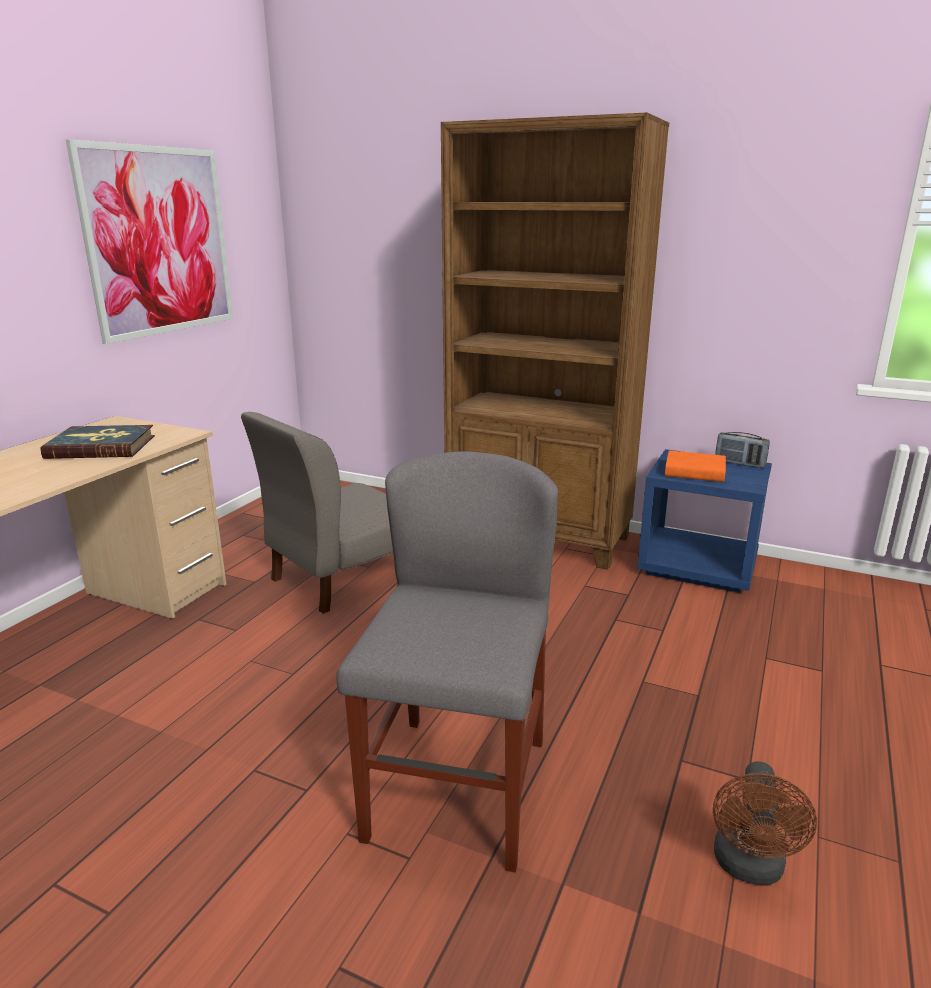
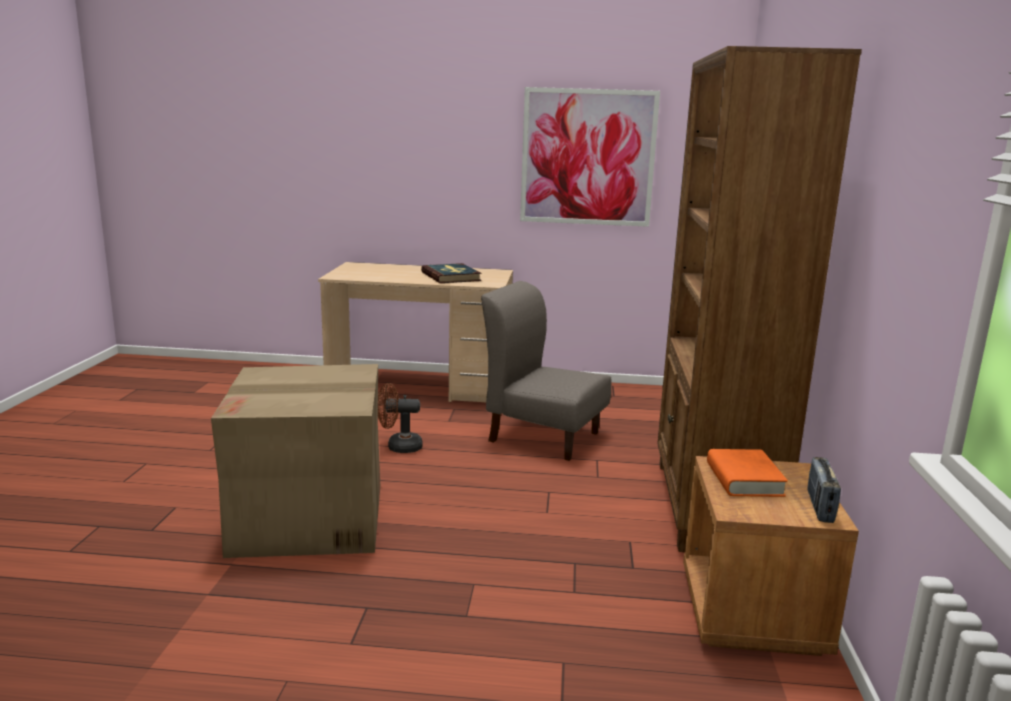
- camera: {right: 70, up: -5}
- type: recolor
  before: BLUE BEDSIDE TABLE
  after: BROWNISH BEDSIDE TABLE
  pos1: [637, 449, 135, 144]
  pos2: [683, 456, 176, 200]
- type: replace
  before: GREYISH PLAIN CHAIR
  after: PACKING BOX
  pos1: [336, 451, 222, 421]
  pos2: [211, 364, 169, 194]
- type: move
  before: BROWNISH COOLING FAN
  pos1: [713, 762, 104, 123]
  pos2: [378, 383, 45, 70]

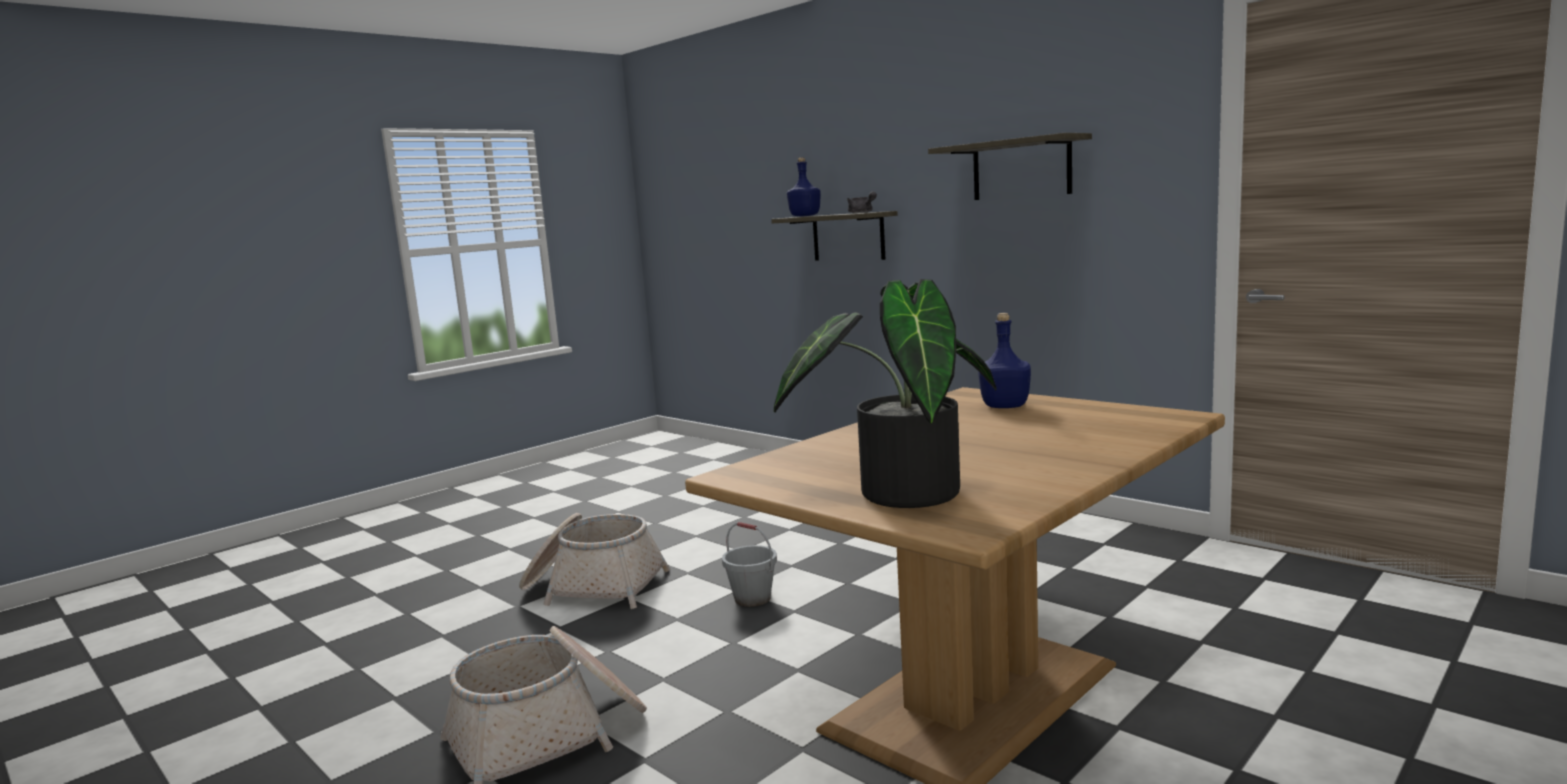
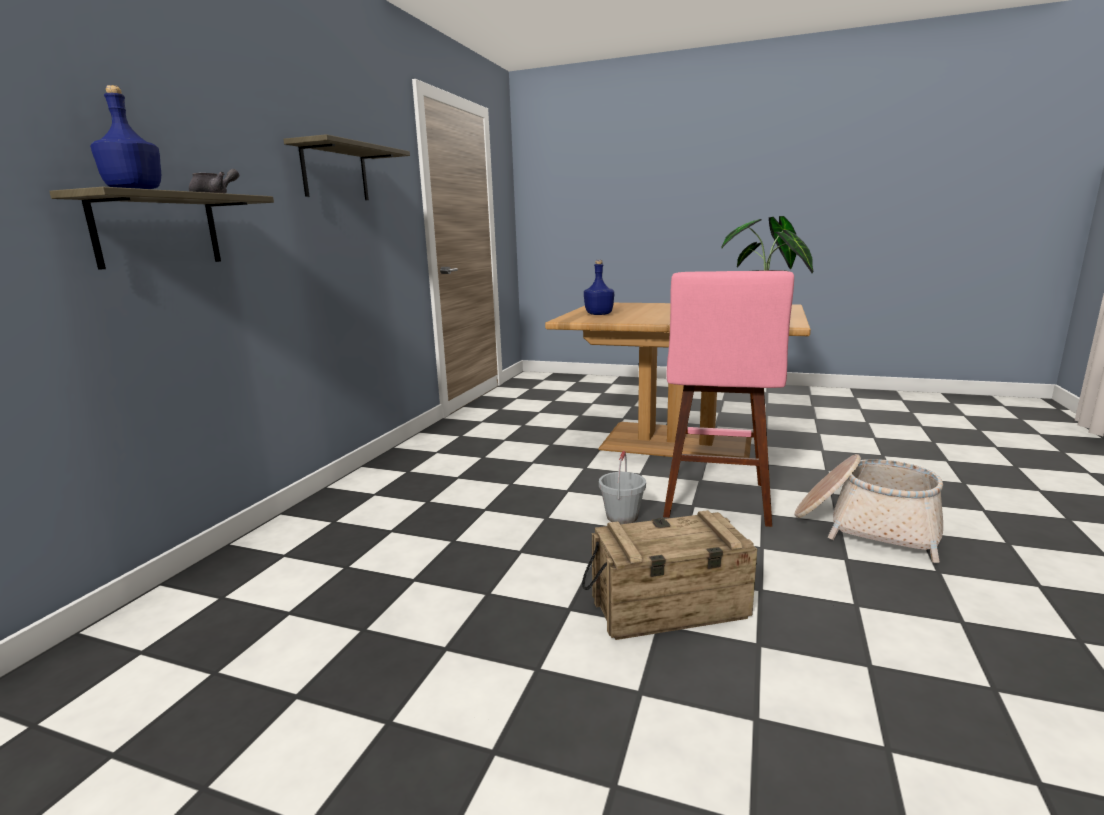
- camera: {right: -115, up: 5}
- type: replace
  before: STORAGE BASKET
  after: SHIPPING CRATE
  pos1: [519, 513, 151, 96]
  pos2: [582, 510, 175, 130]
- type: insert
  after: PINK-COLOURED STOOL SEAT
  pos2: [663, 271, 131, 256]

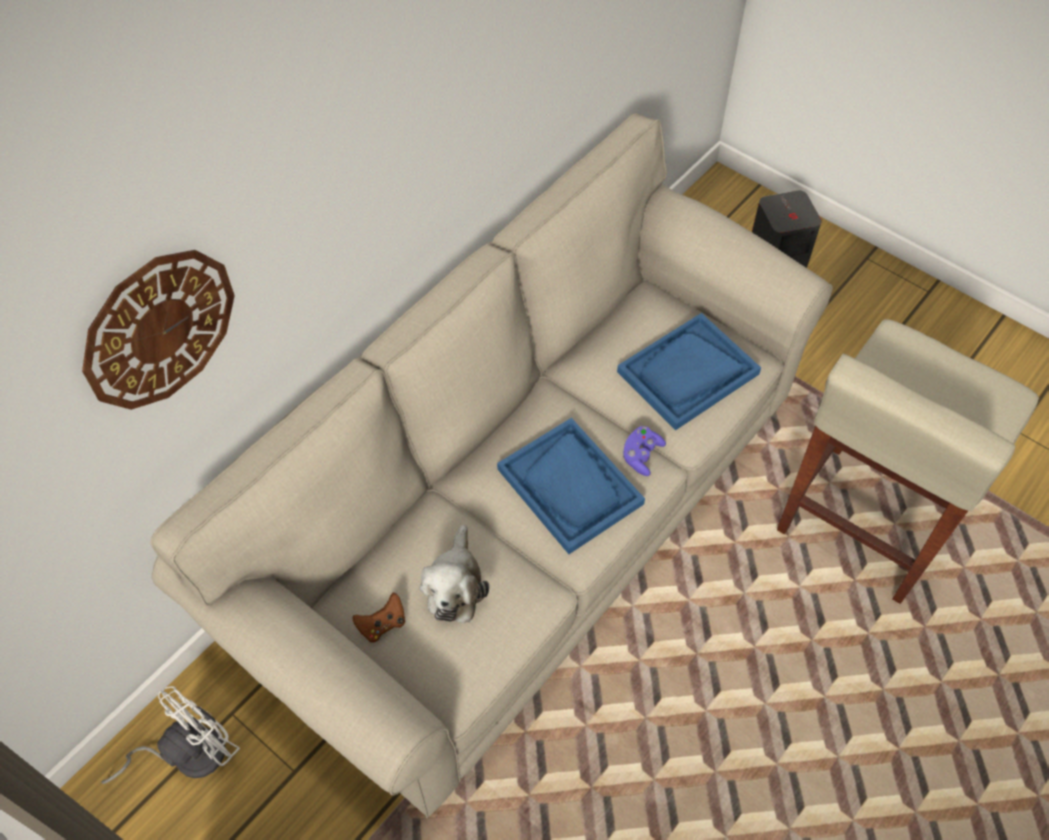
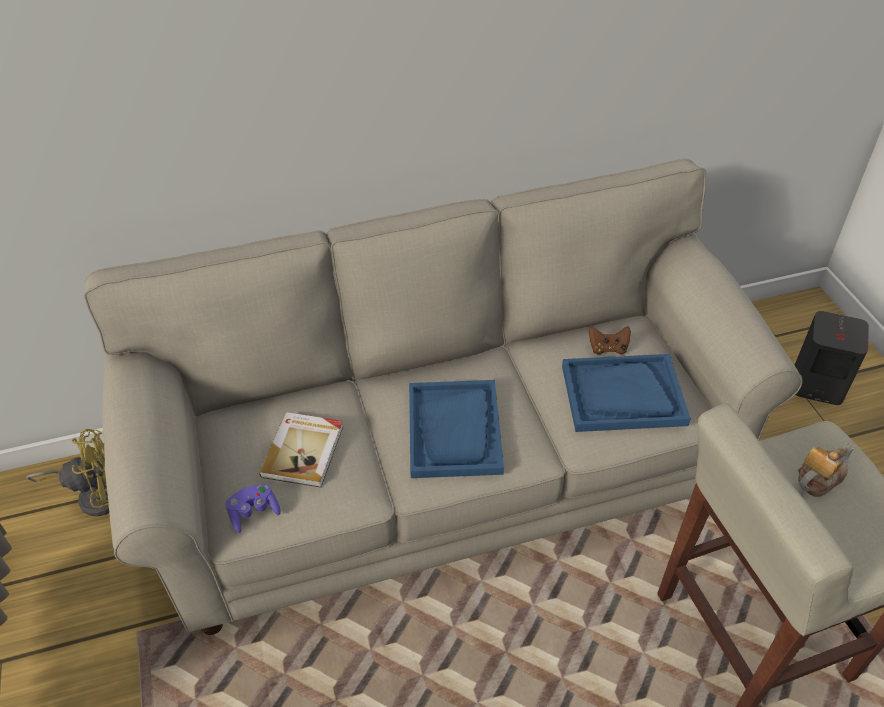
- camera: {right: 35, up: -10}
- type: delete
  before: WALL CLOCK
  pos1: [82, 250, 153, 160]
- type: move
  before: PURPLE GAME CONTROLLER
  pos1: [622, 426, 44, 50]
  pos2: [225, 484, 56, 49]
- type: replace
  before: PLUSH TOY
  after: VOLUME
  pos1: [420, 525, 69, 98]
  pos2: [259, 412, 84, 76]
- type: move
  before: BROWNISH GAME CONTROLLER
  pos1: [352, 592, 53, 51]
  pos2: [589, 326, 42, 29]
- type: recolor
  before: WHITE-COLOURED COOLING FAN
  after: YELLOW-COLOURED COOLING FAN
  pos1: [101, 686, 139, 98]
  pos2: [26, 429, 83, 87]
- type: insert
  after: TEA POT
  pos2: [798, 443, 57, 54]

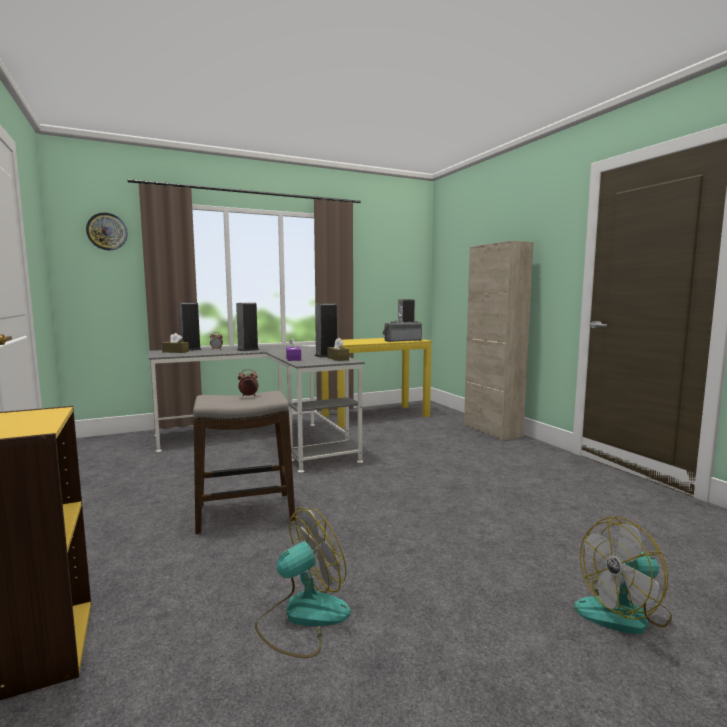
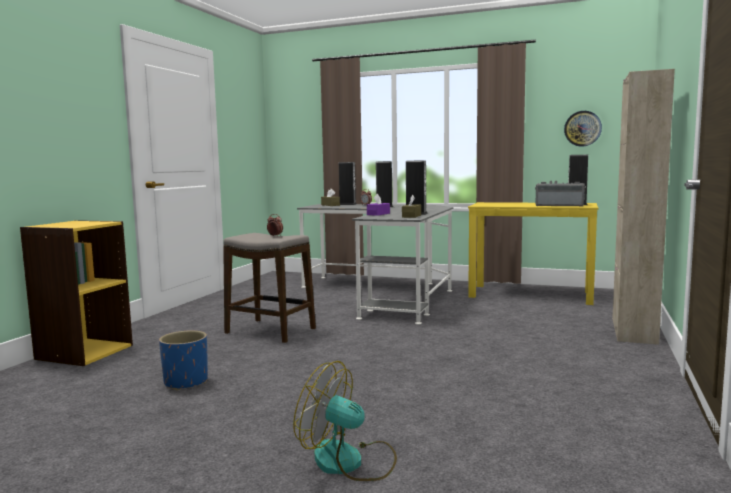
- camera: {right: 45, up: 0}
- type: move
  before: WALL CLOCK
  pos1: [86, 213, 42, 37]
  pos2: [564, 111, 38, 36]
- type: replace
  before: COOLING FAN
  after: BLUE PLANT POT
  pos1: [255, 507, 96, 151]
  pos2: [159, 331, 49, 60]

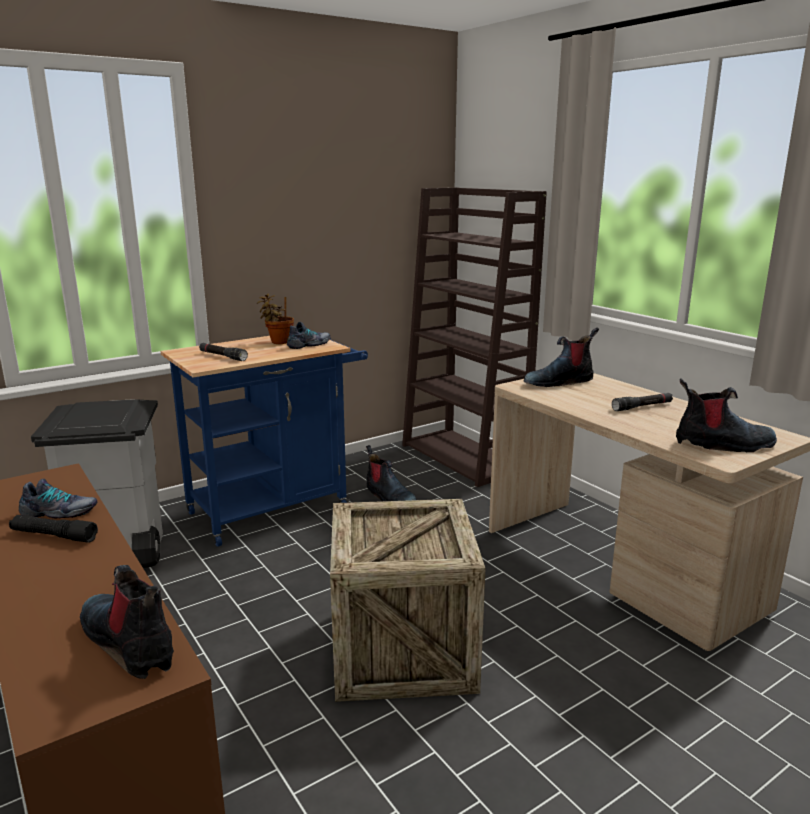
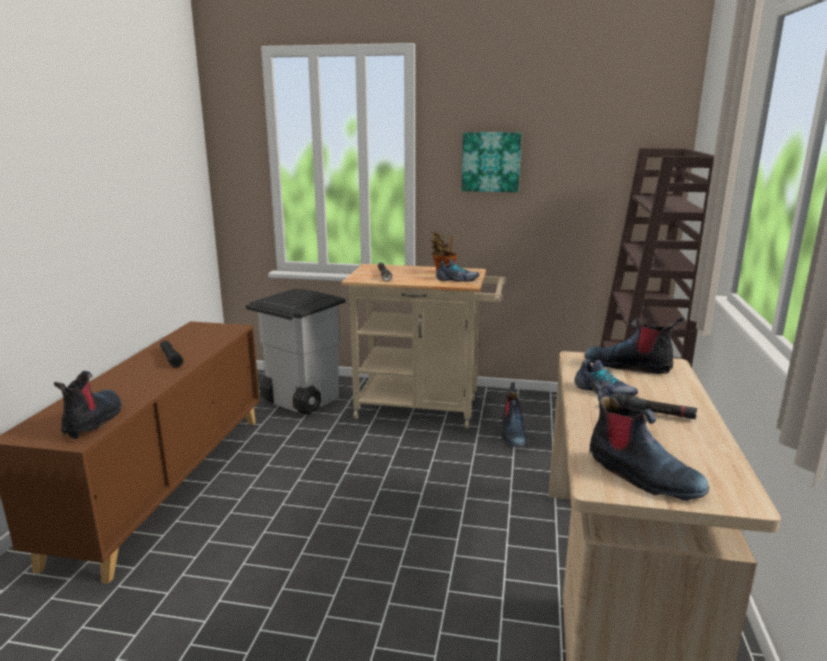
- camera: {right: 45, up: 0}
- type: recolor
  before: BLUE WHEELED CART
  after: BEIGE-COLOURED WHEELED CART
  pos1: [160, 336, 208, 211]
  pos2: [341, 264, 165, 165]
- type: move
  before: ITEM OF FOOTWEAR
  pos1: [19, 479, 78, 40]
  pos2: [574, 359, 64, 39]
- type: delete
  before: SHIPPING CRATE
  pos1: [330, 499, 156, 203]
- type: insert
  after: WALL PICTURE
  pos2: [462, 132, 60, 60]

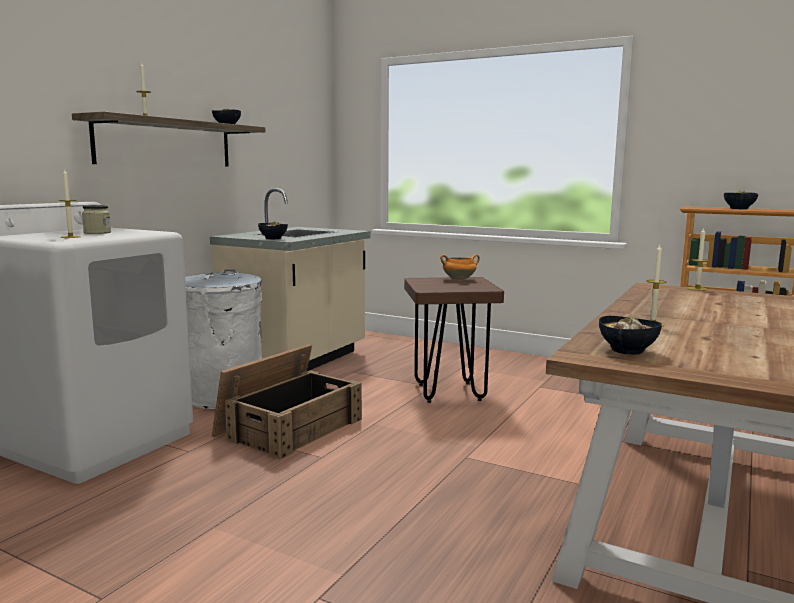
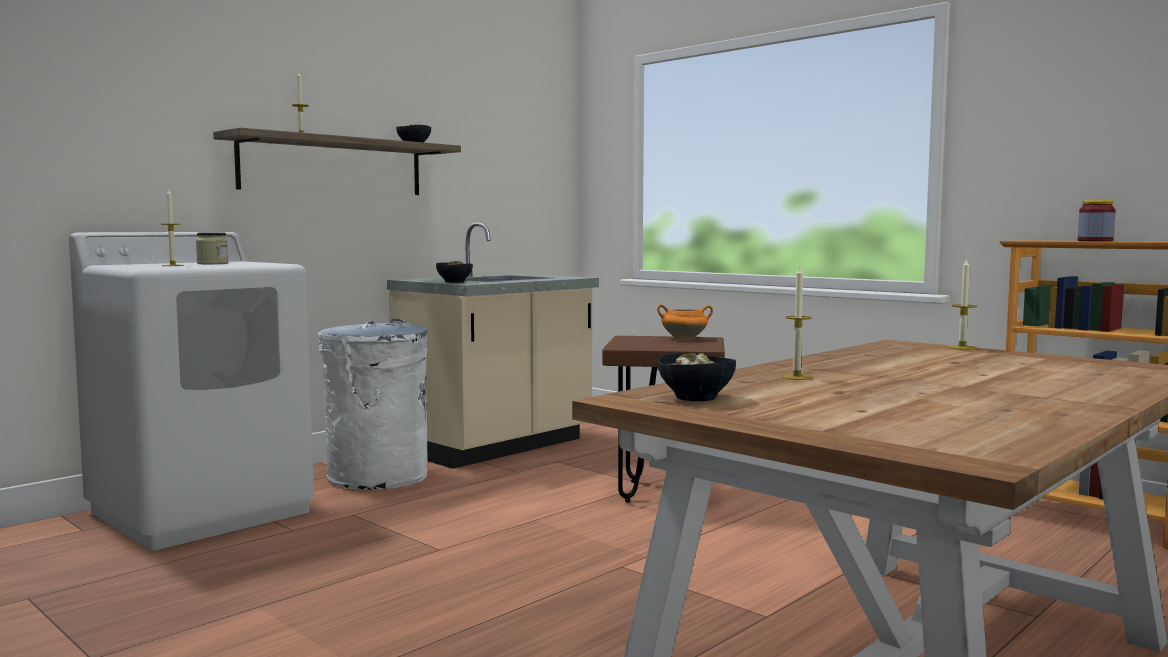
- camera: {right: 15, up: -5}
- type: replace
  before: SERVING BOWL
  after: JAR
  pos1: [724, 191, 34, 18]
  pos2: [1078, 200, 37, 41]
- type: delete
  before: SHIPPING CRATE
  pos1: [212, 344, 150, 116]

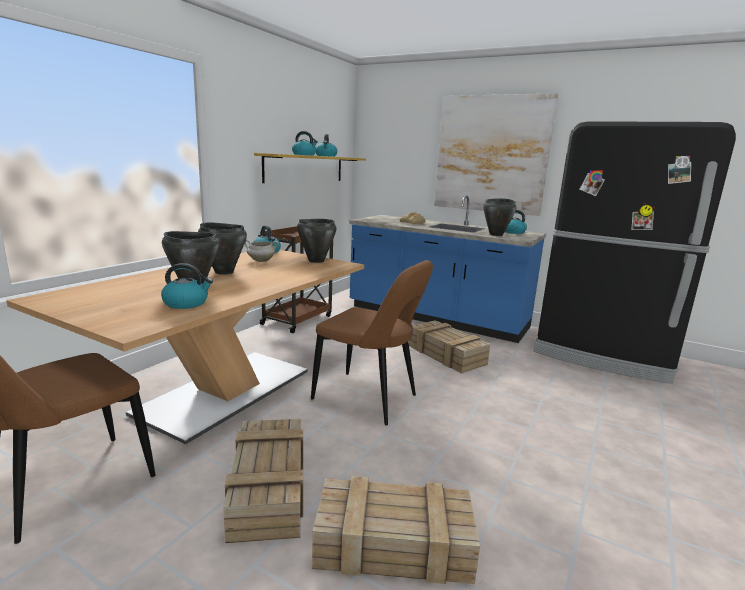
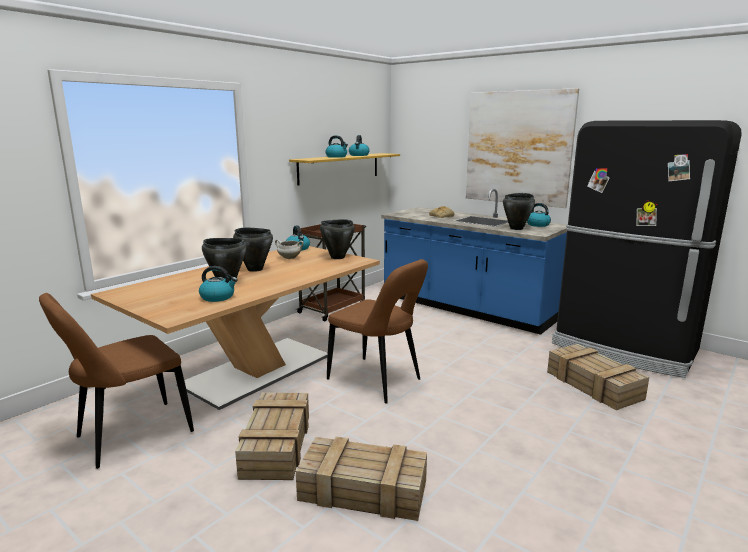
- camera: {right: 10, up: 0}
- type: move
  before: SHIPPING CRATE
  pos1: [408, 320, 82, 53]
  pos2: [547, 344, 102, 66]

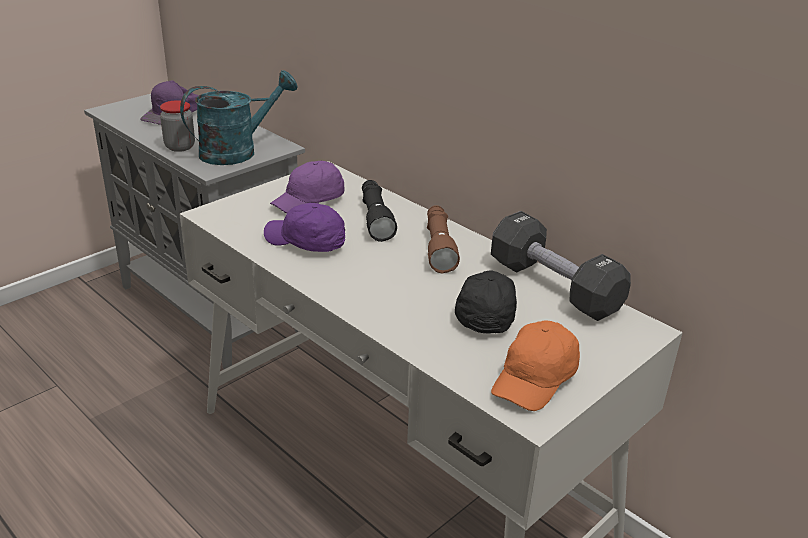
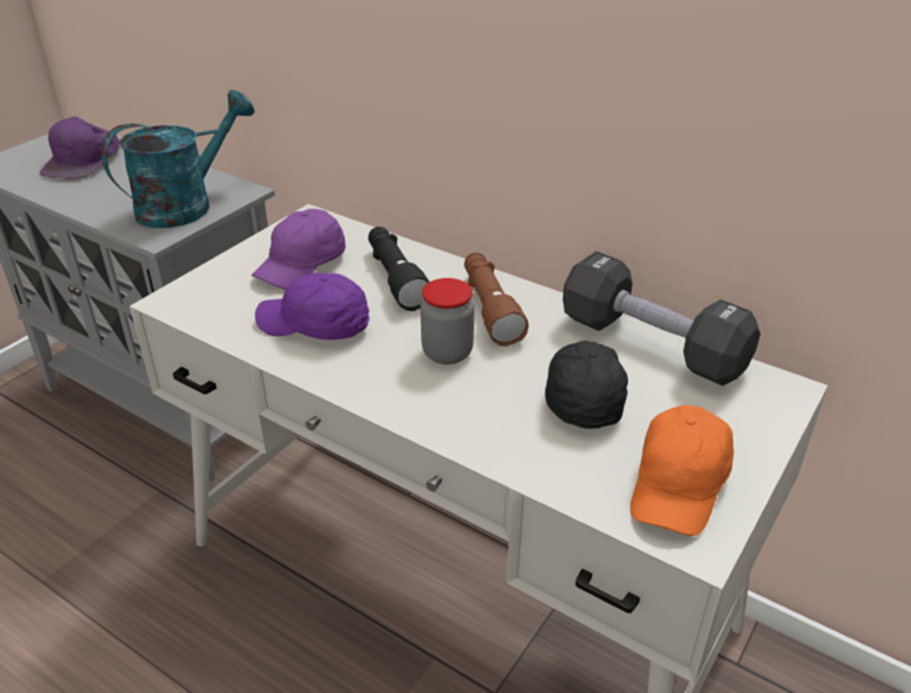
- camera: {right: -10, up: 5}
- type: move
  before: JAR
  pos1: [160, 100, 35, 52]
  pos2: [420, 278, 54, 87]

